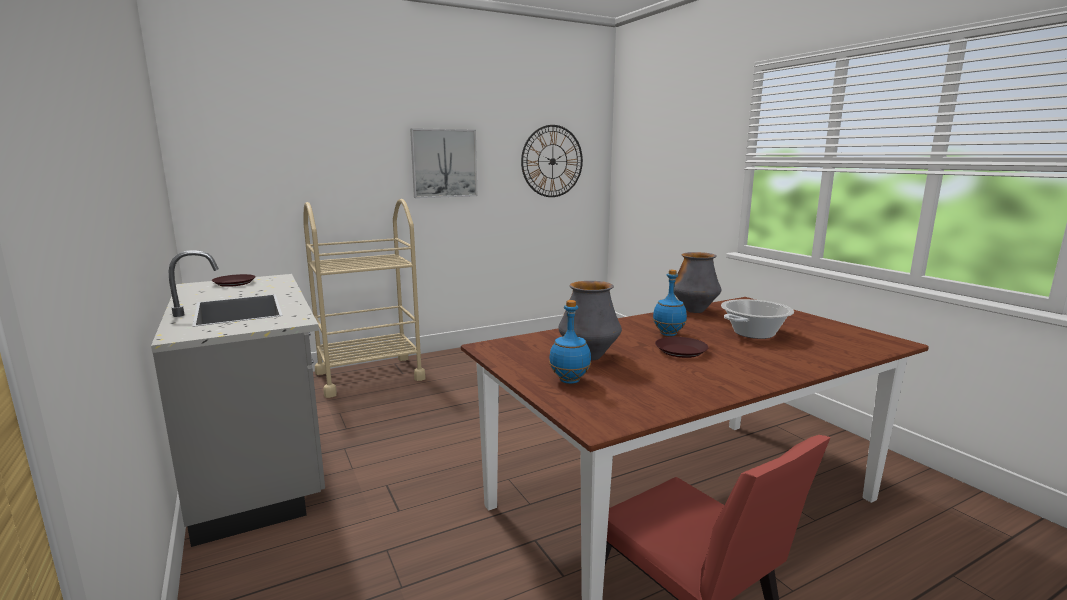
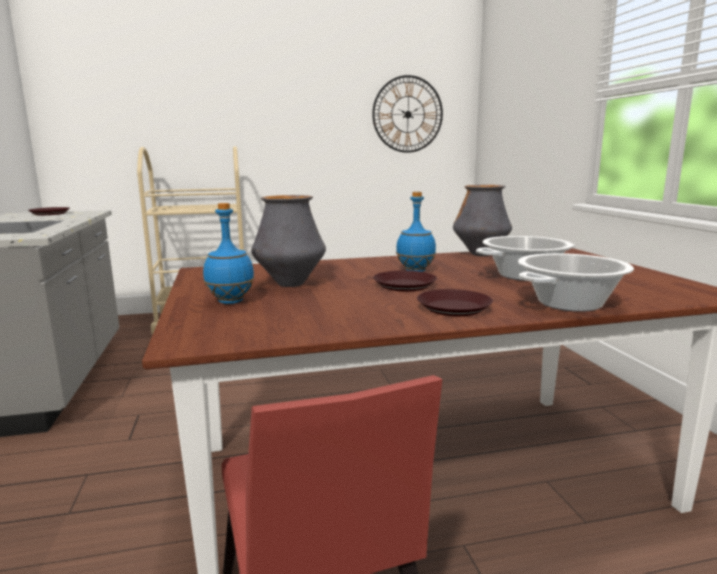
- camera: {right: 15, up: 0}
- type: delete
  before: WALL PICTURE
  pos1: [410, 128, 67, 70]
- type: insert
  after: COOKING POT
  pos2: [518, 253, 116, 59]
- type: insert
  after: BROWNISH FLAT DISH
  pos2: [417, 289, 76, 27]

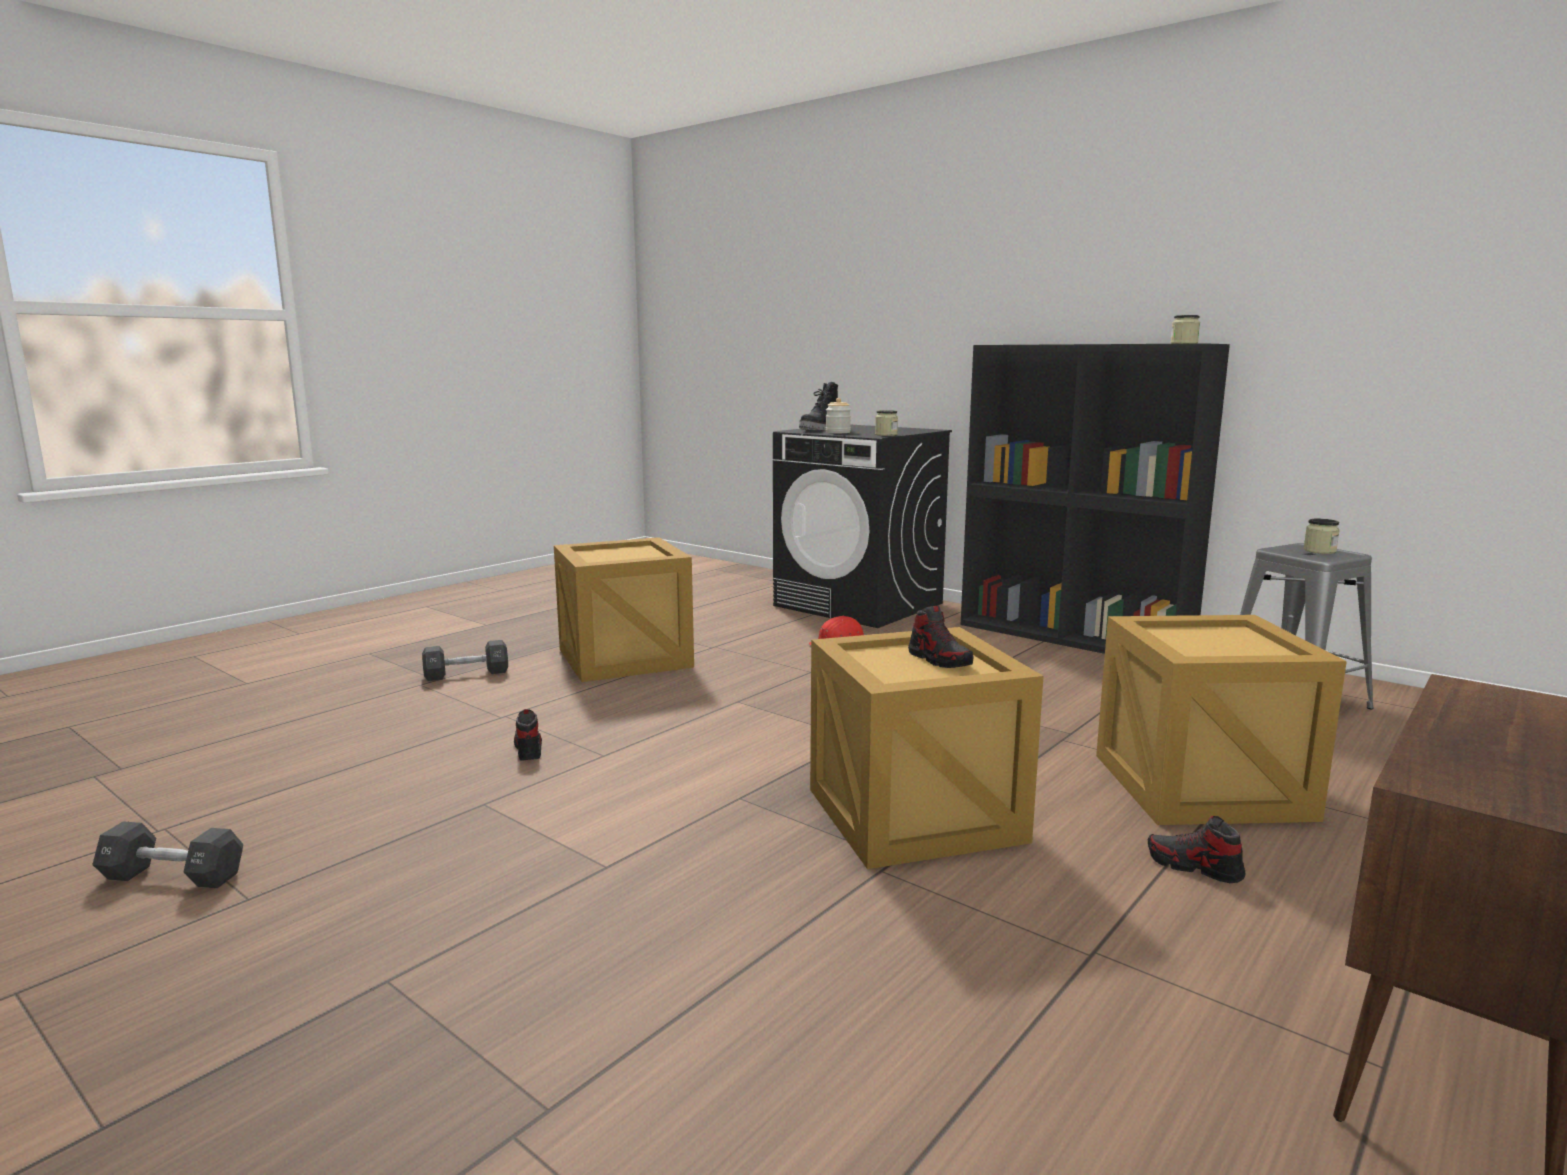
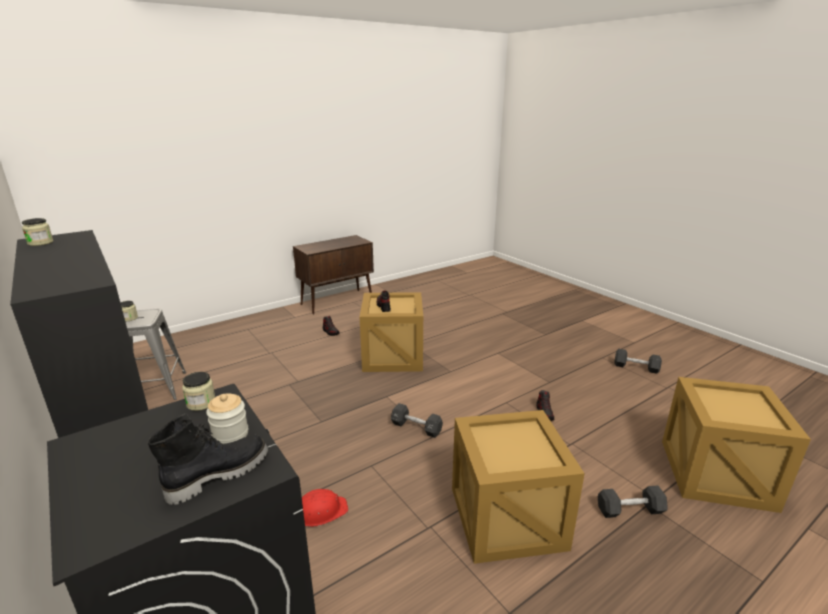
- camera: {right: -165, up: 10}
- type: move
  before: SHIPPING CRATE
  pos1: [1096, 615, 251, 210]
  pos2: [662, 377, 149, 136]
- type: insert
  after: BLACKISH HAND WEIGHT
  pos2: [391, 403, 52, 35]

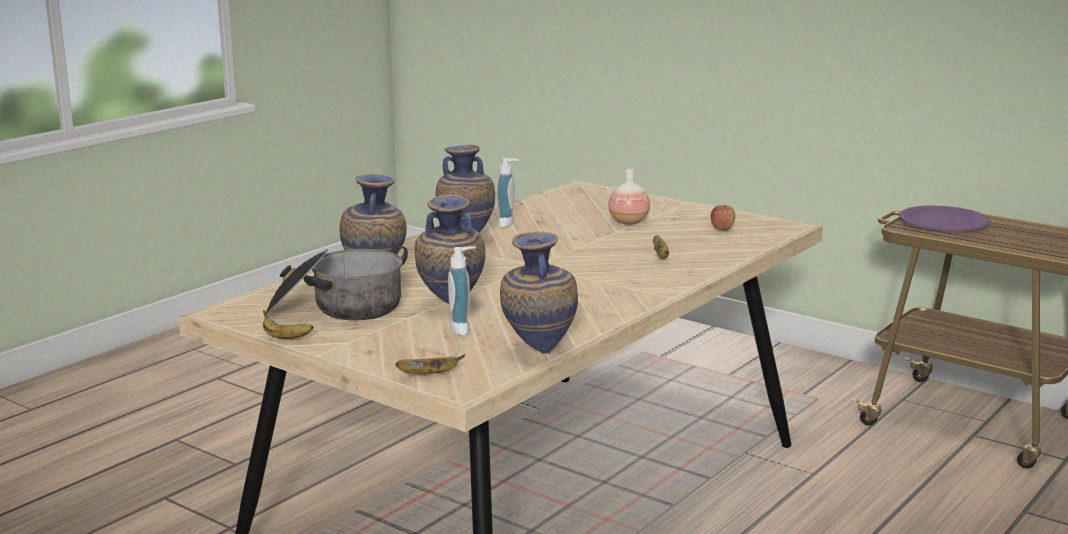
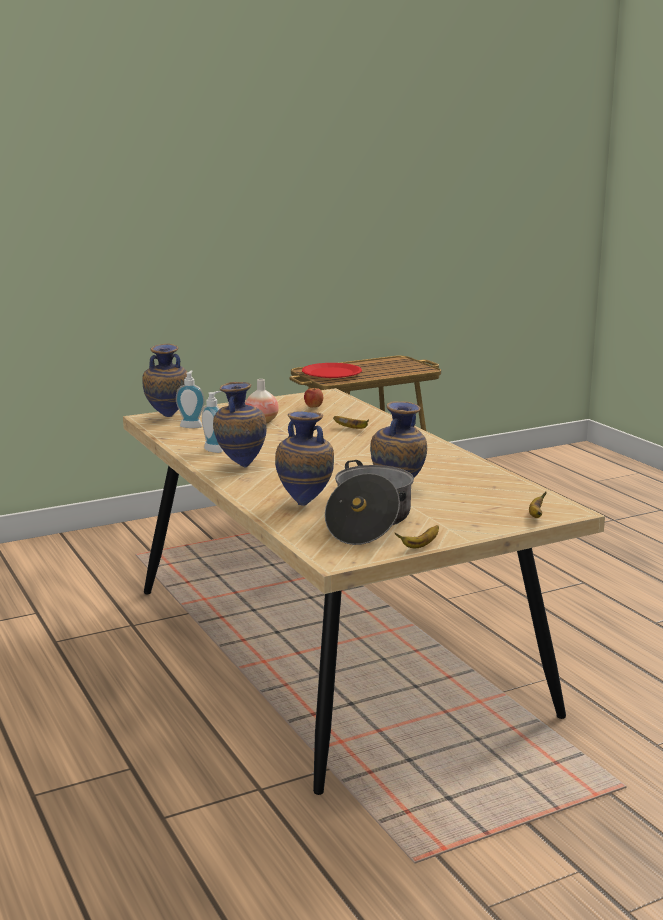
- camera: {right: -65, up: 0}
- type: recolor
  before: PURPLE FLAT DISH
  after: RED-COLOURED FLAT DISH
  pos1: [899, 205, 91, 26]
  pos2: [302, 363, 60, 15]
- type: move
  before: VASE
  pos1: [500, 232, 78, 122]
  pos2: [142, 344, 45, 73]
- type: move
  before: SOAP BOTTLE
  pos1: [448, 246, 28, 89]
  pos2: [176, 370, 29, 58]

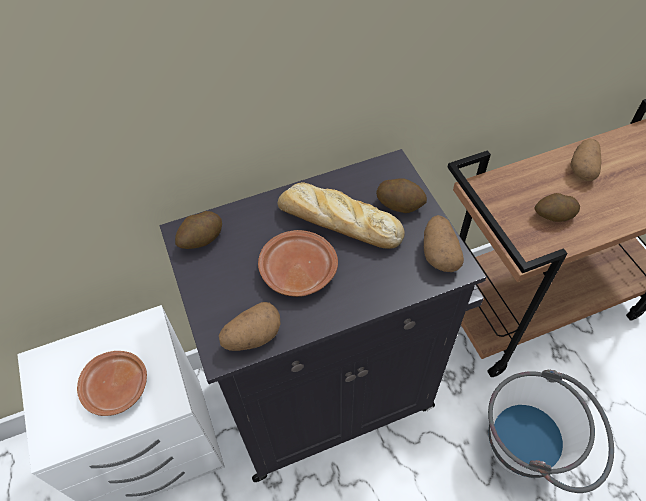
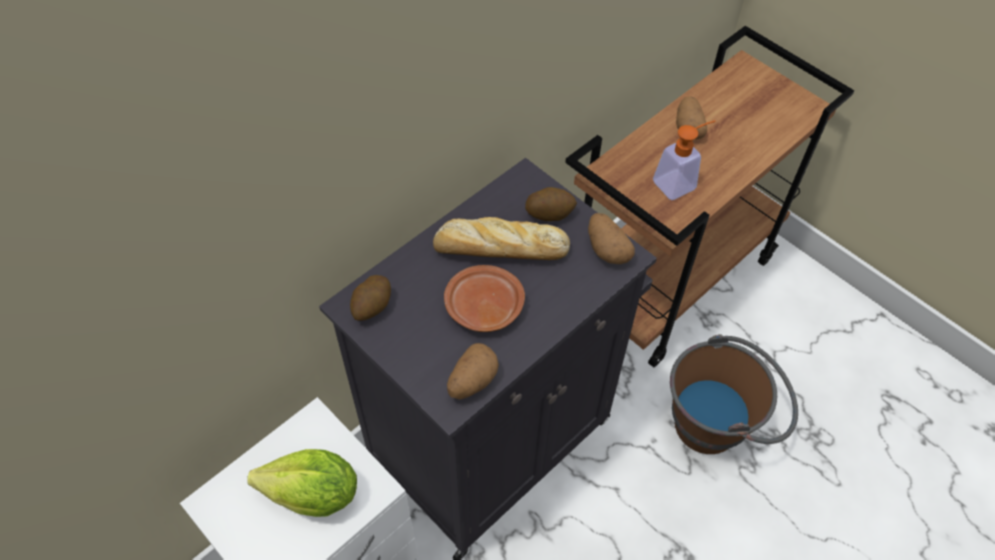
- camera: {right: -25, up: 0}
- type: replace
  before: WHOLE POTATO
  after: SOAP BOTTLE
  pos1: [535, 193, 45, 29]
  pos2: [653, 120, 62, 80]
- type: replace
  before: BROWNISH FLAT DISH
  after: LETTUCE
  pos1: [77, 351, 70, 65]
  pos2: [247, 449, 110, 68]
- type: recolor
  before: WHITE-COLOURED BUCKET
  after: BROWNISH BUCKET
  pos1: [488, 369, 126, 124]
  pos2: [670, 334, 128, 120]

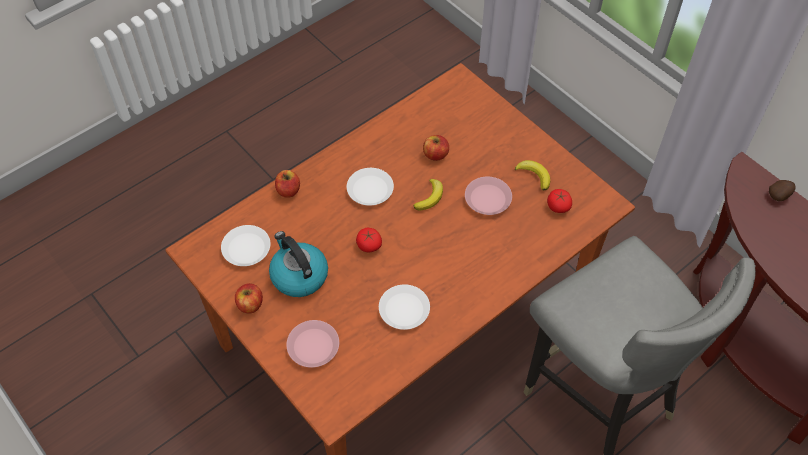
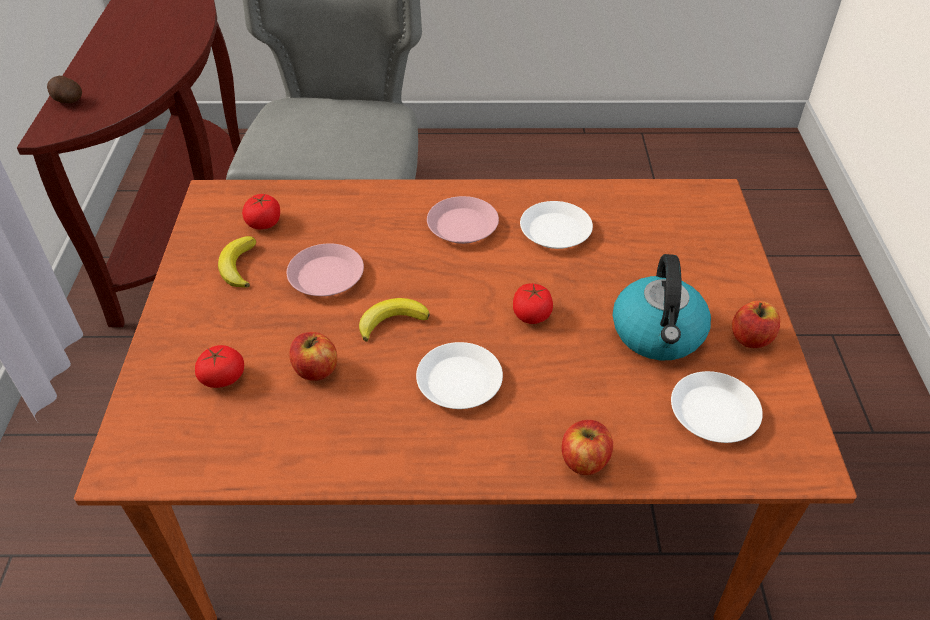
- camera: {right: -140, up: -10}
- type: move
  before: PINK-COLOURED FLAT DISH
  pos1: [286, 320, 53, 47]
  pos2: [427, 196, 72, 48]
- type: insert
  after: FRESH TOMATO
  pos2: [195, 345, 49, 43]

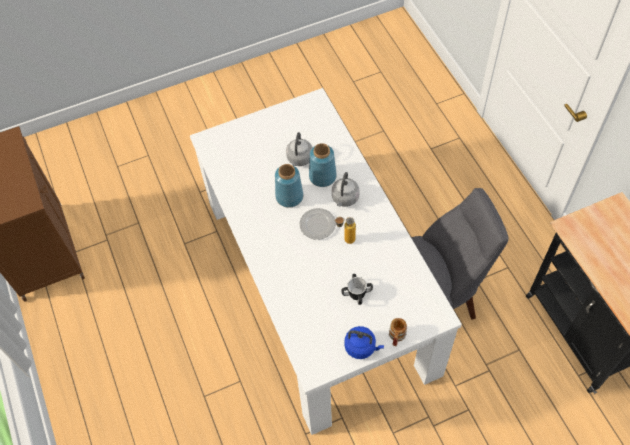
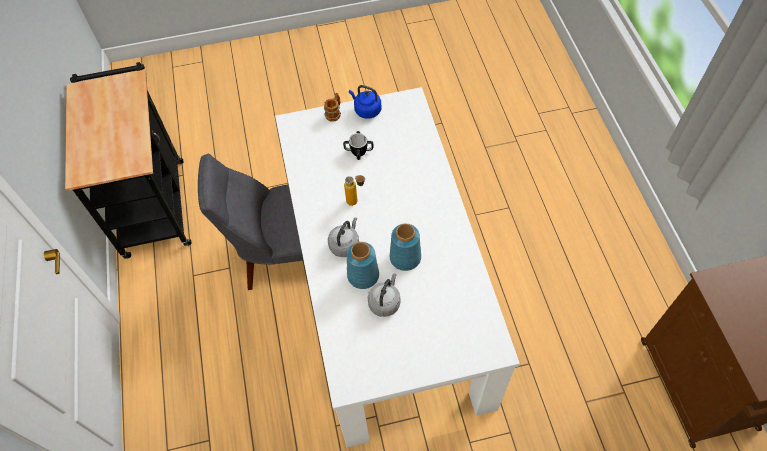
- camera: {right: -170, up: 0}
- type: delete
  before: FLAT DISH
  pos1: [300, 208, 36, 32]

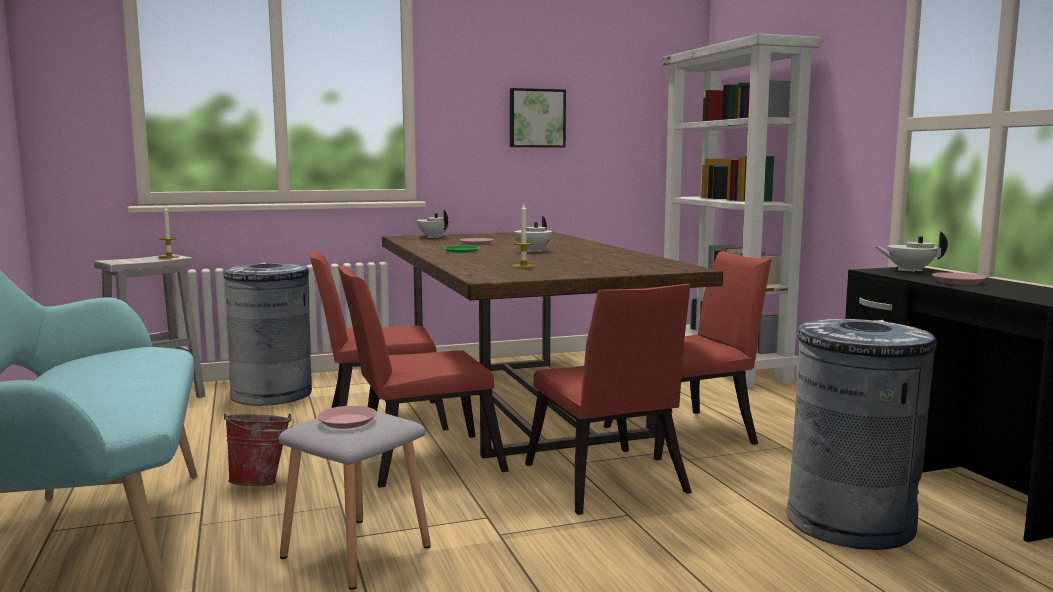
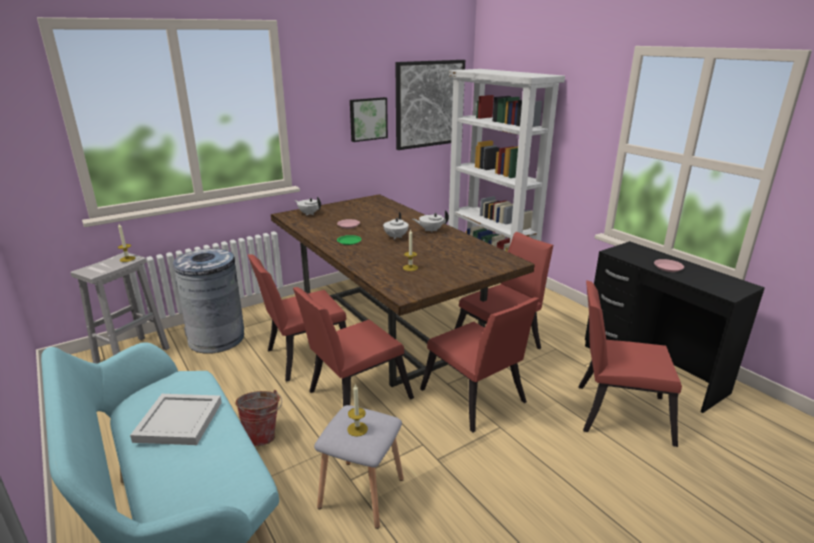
- camera: {right: -15, up: 15}
- type: move
  before: WHITE-COLOURED TEA POT
  pos1: [874, 231, 74, 41]
  pos2: [413, 210, 36, 22]
- type: replace
  before: GREYISH TRASH CAN
  after: RED-COLOURED PLAIN CHAIR
  pos1: [786, 319, 151, 231]
  pos2: [578, 281, 104, 166]
- type: replace
  before: PINK-COLOURED FLAT DISH
  after: WAX LIGHT
  pos1: [317, 406, 60, 23]
  pos2: [347, 384, 21, 53]
- type: insert
  after: WALL PICTURE
  pos2: [395, 60, 70, 90]
- type: insert
  after: WHITE-COLOURED SERVING TRAY
  pos2: [130, 394, 92, 51]

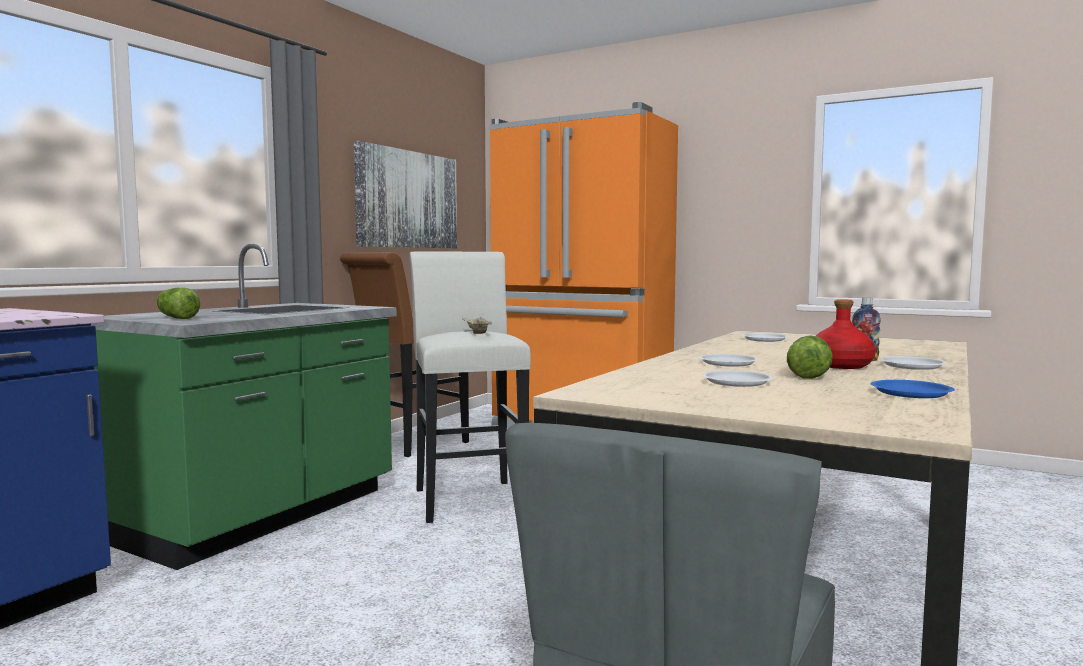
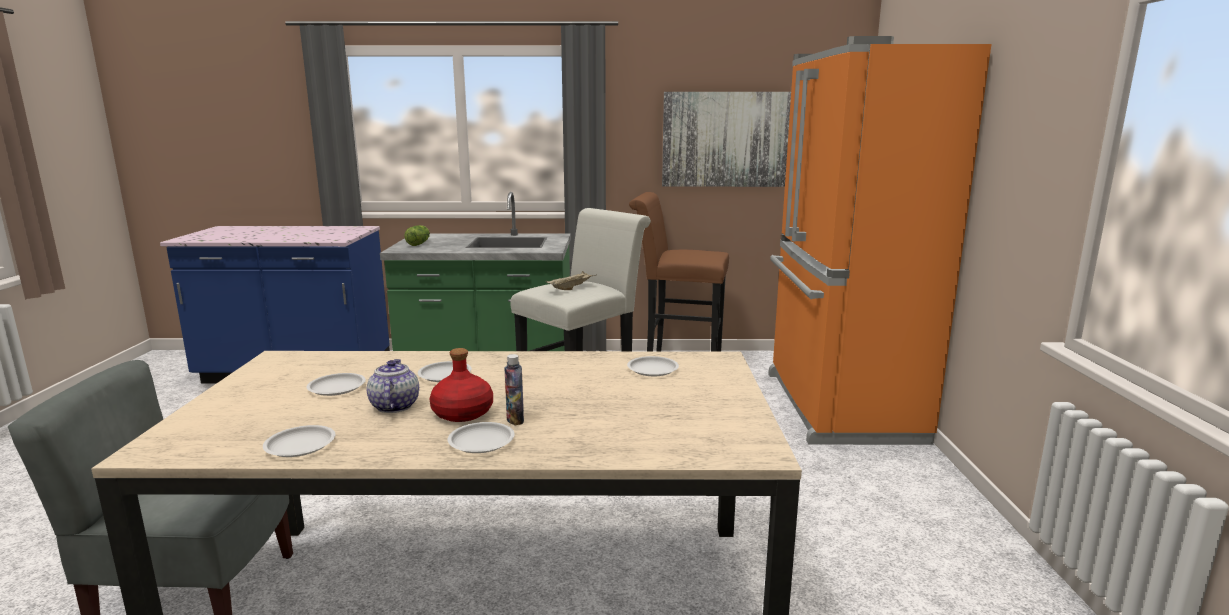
- camera: {right: 60, up: 10}
- type: replace
  before: LETTUCE
  after: TEA POT
  pos1: [787, 335, 46, 44]
  pos2: [367, 359, 52, 54]
- type: recolor
  before: BLUE FLAT DISH
  after: WHITE-COLOURED FLAT DISH
  pos1: [870, 380, 85, 18]
  pos2: [263, 425, 72, 32]

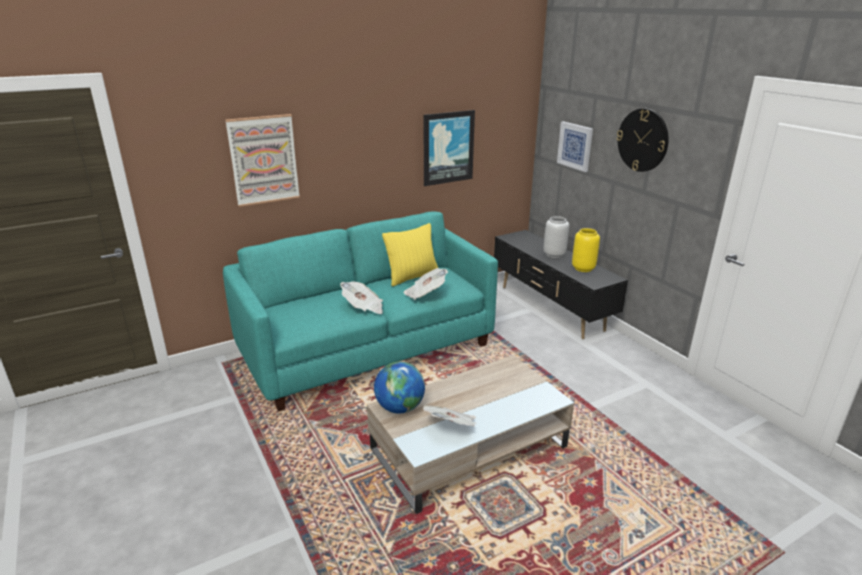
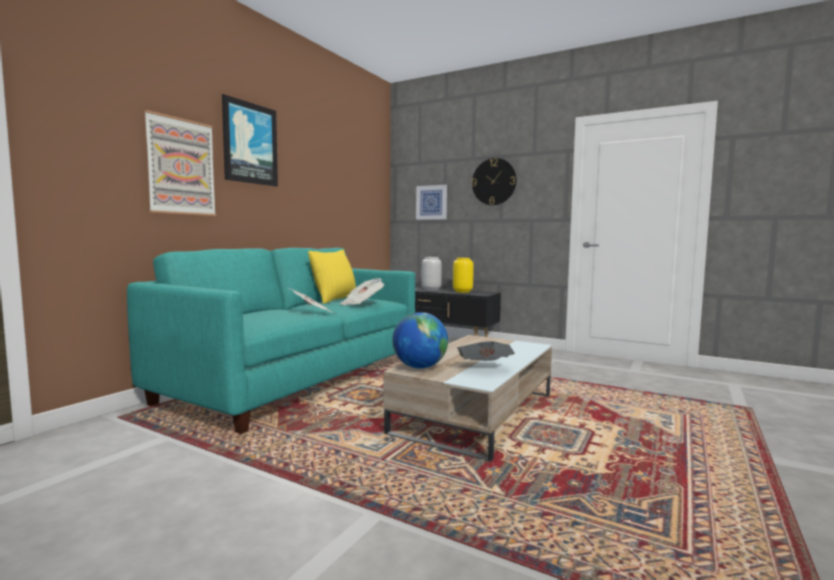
- camera: {right: -30, up: -20}
- type: move
  before: WALL PICTURE
  pos1: [424, 110, 51, 76]
  pos2: [222, 94, 56, 93]

